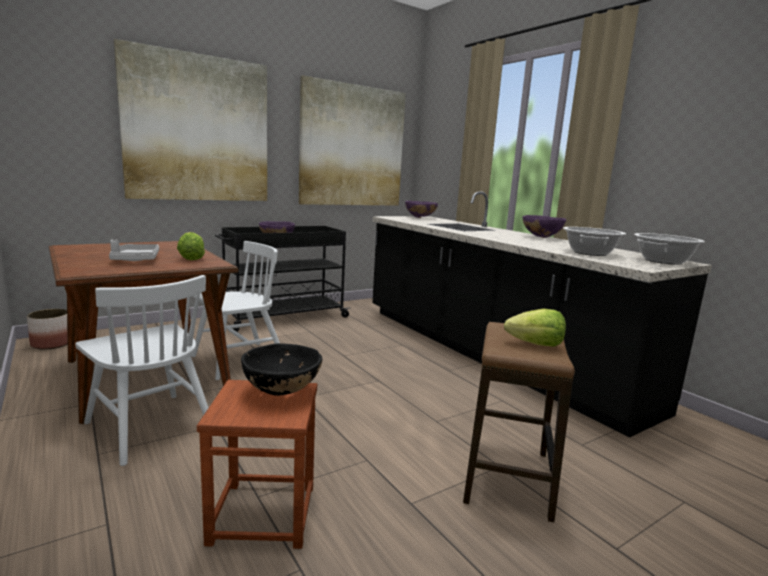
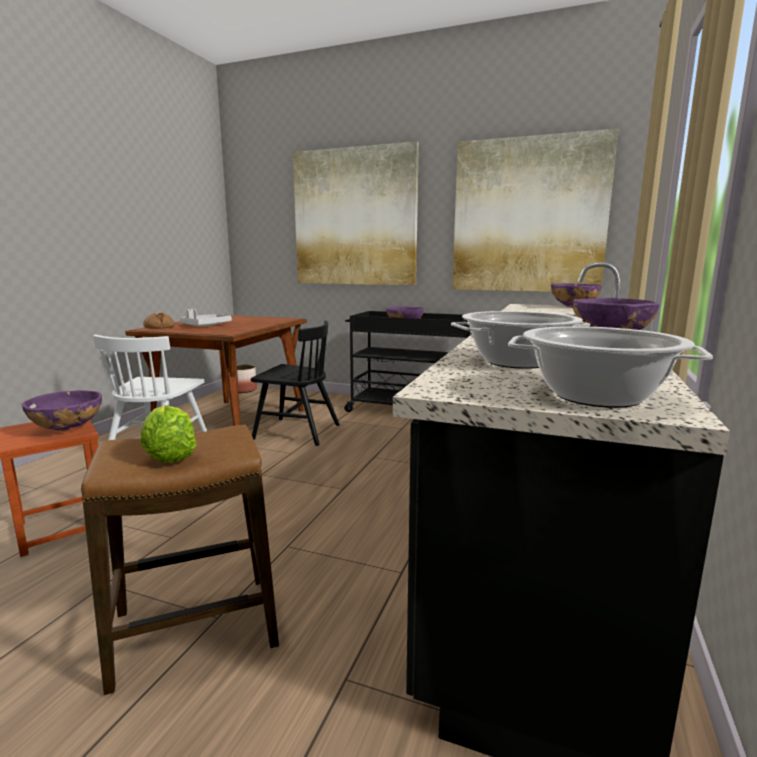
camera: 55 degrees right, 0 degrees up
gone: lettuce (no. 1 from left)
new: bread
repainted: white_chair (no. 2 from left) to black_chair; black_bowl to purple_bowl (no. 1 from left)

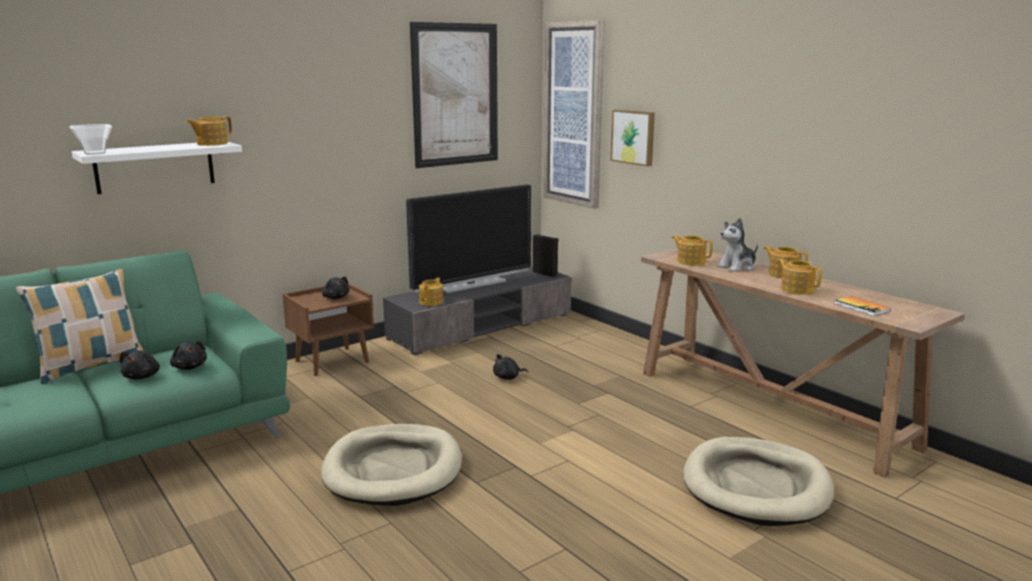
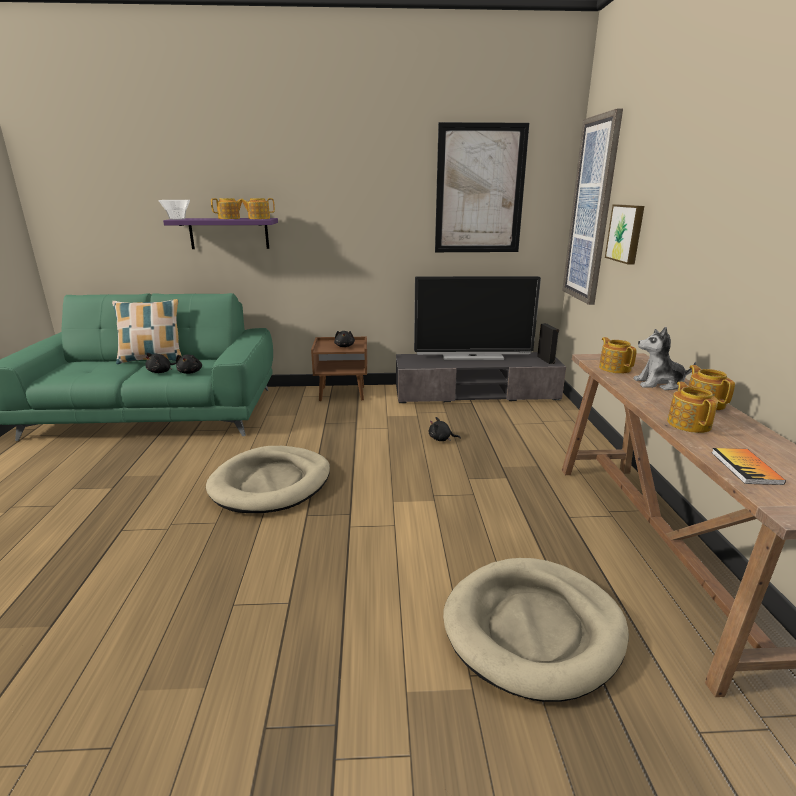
camera: 35 degrees right, 5 degrees up
shifted: teapot (no. 2 from left in the first image) to teapot (no. 1 from left)
repainted: white_shelf to purple_shelf

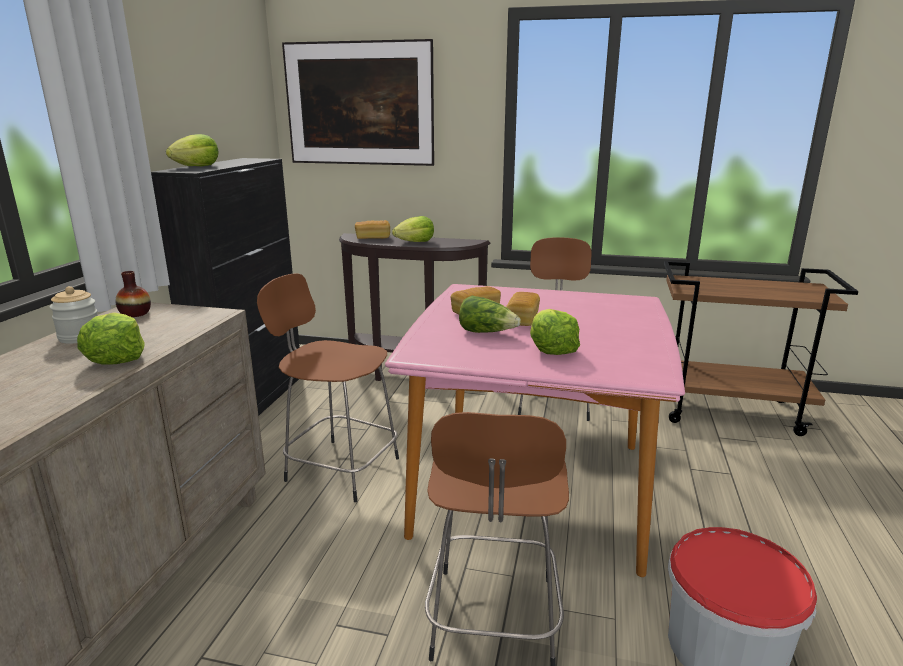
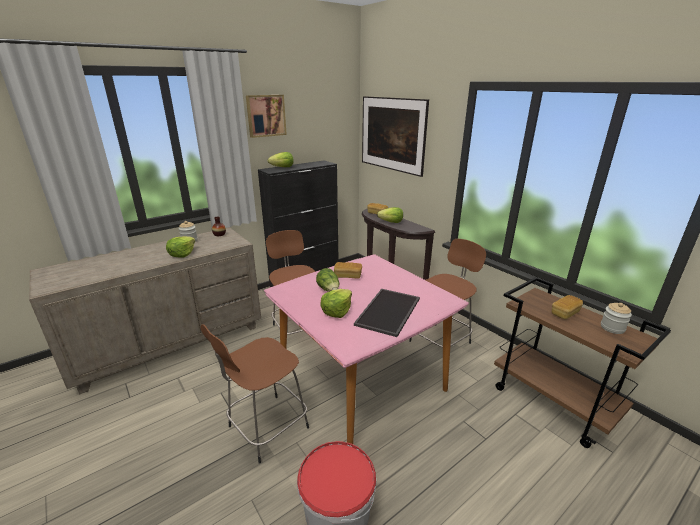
camera: 40 degrees right, 5 degrees up
new: picture (no. 1 from left); tray; jar (no. 2 from left)
shifted: bread (no. 3 from left)

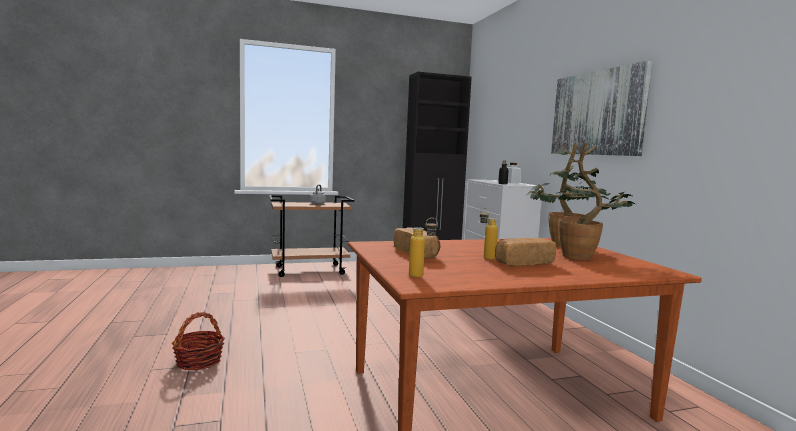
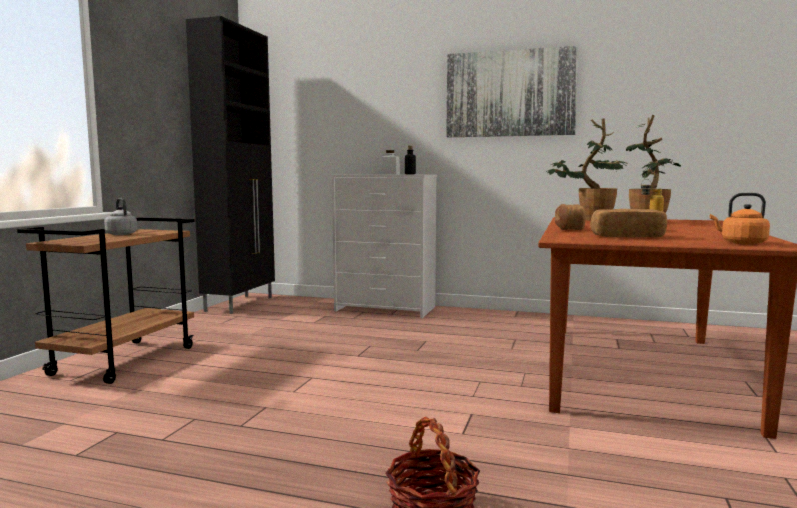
camera: 55 degrees left, 0 degrees up
shifted: bread (no. 2 from left in the first image) to bread (no. 1 from left)
swapped: bottle (no. 1 from left) to orange_kettle

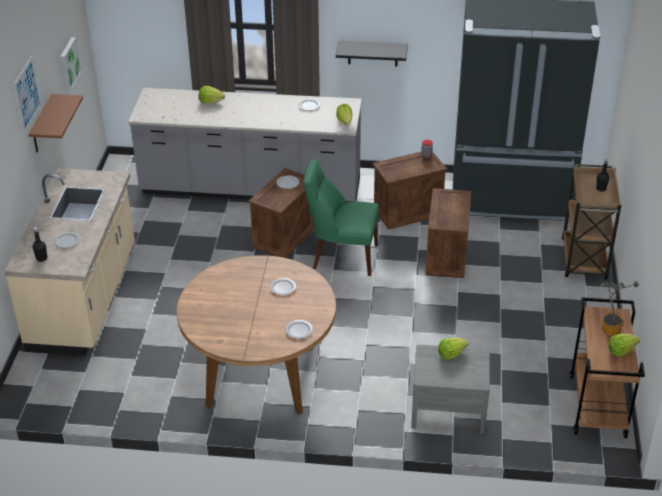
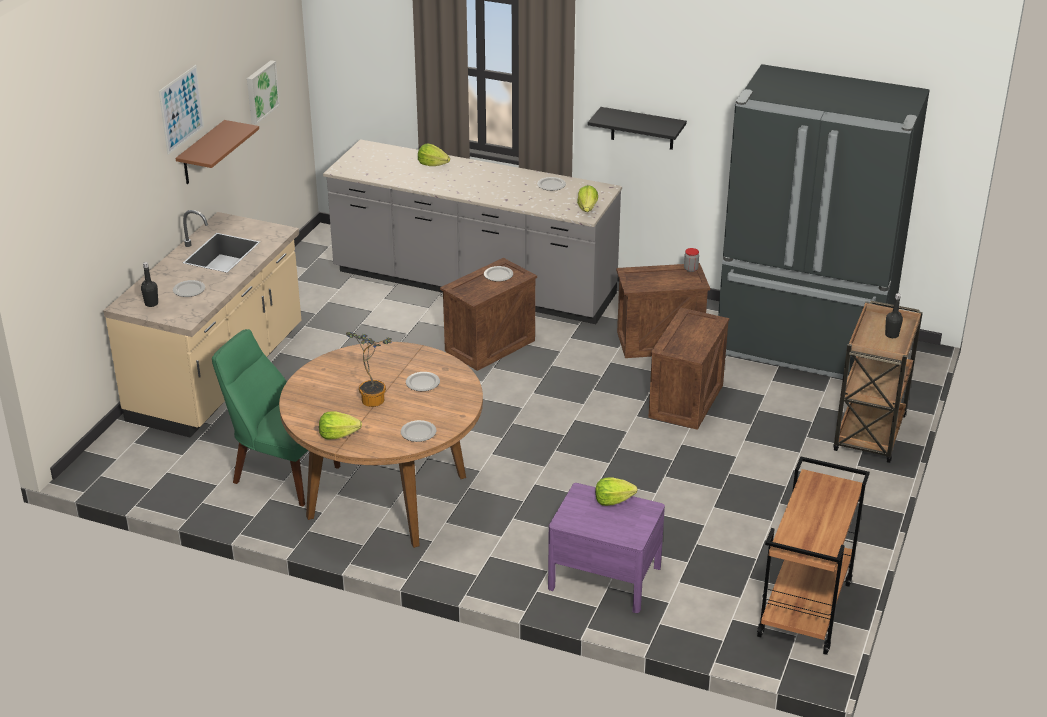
camera: 15 degrees right, 5 degrees down
shifted: green_chair; potted_plant; lettuce (no. 4 from left in the first image) to lettuce (no. 1 from left)
repainted: grey_nightstand to purple_nightstand

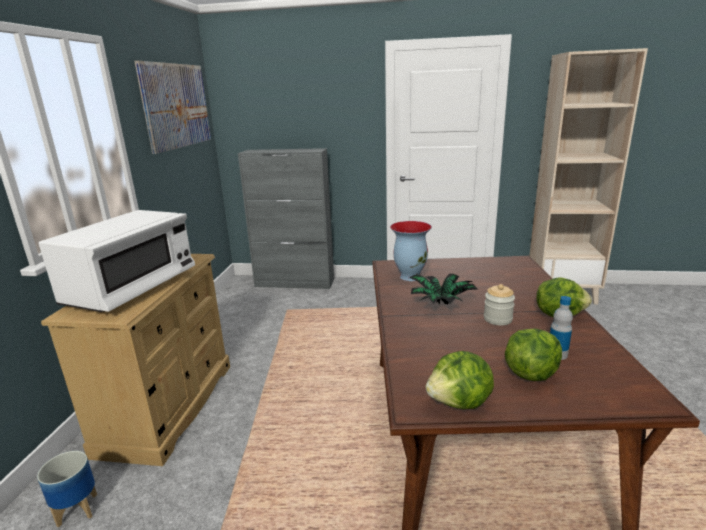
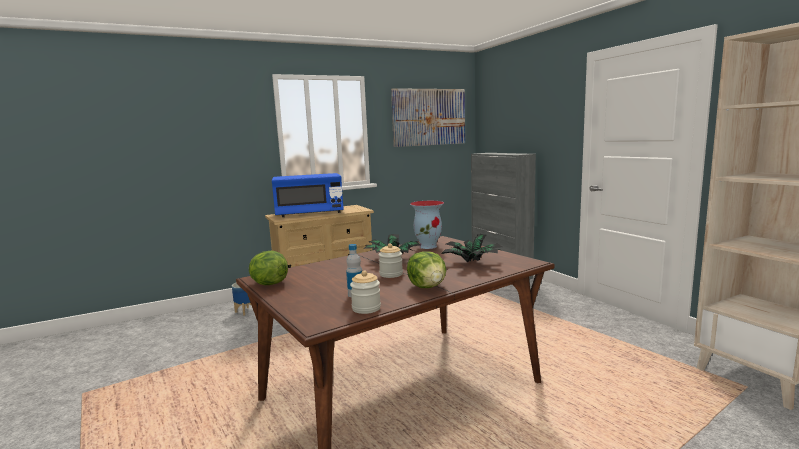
camera: 55 degrees right, 10 degrees down
gone: lettuce (no. 2 from left)
new: jar (no. 1 from left); potted_plant (no. 2 from left)
repainted: white_microwave to blue_microwave

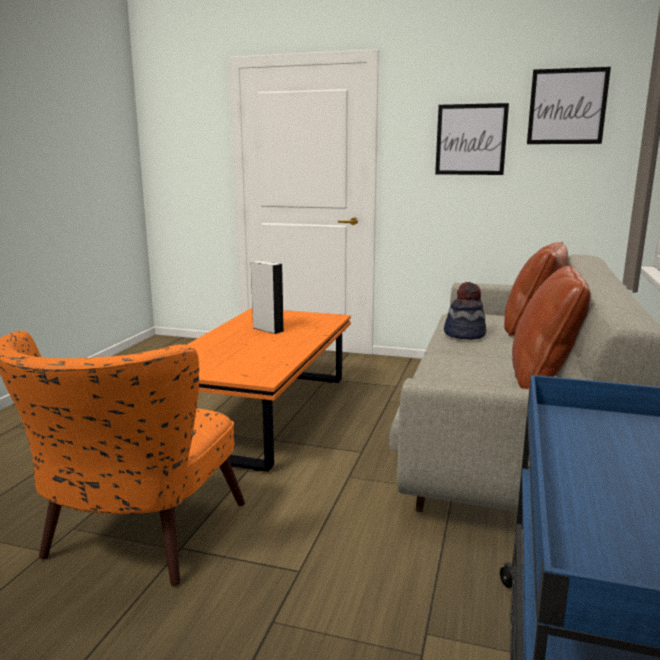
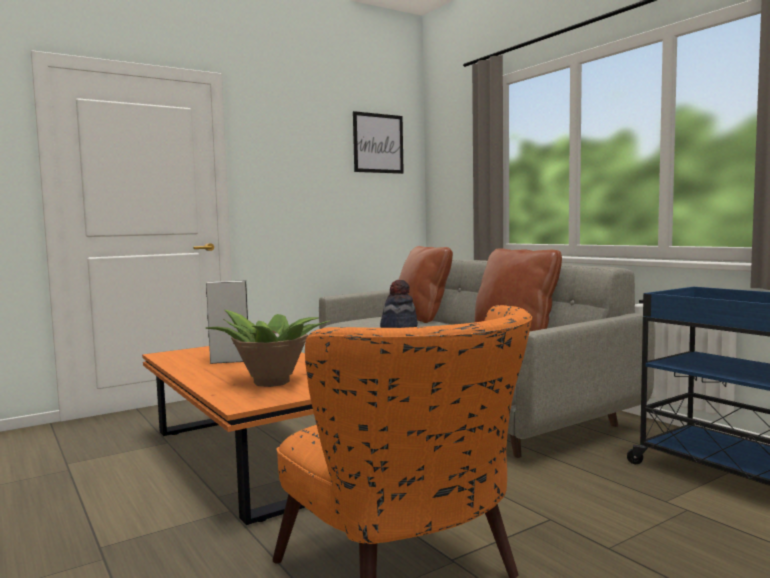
camera: 50 degrees left, 10 degrees down
gone: picture (no. 1 from left)
new: potted_plant

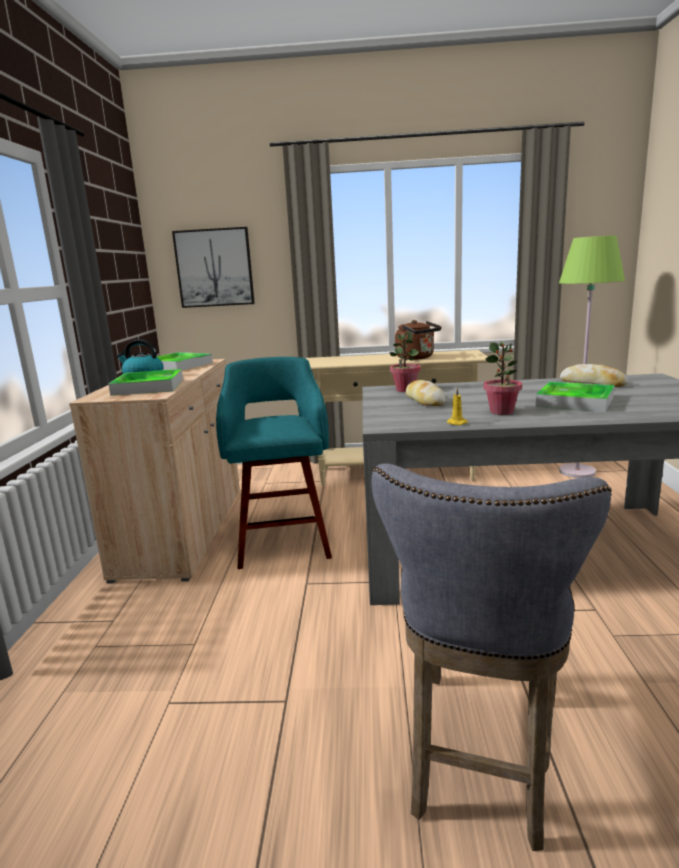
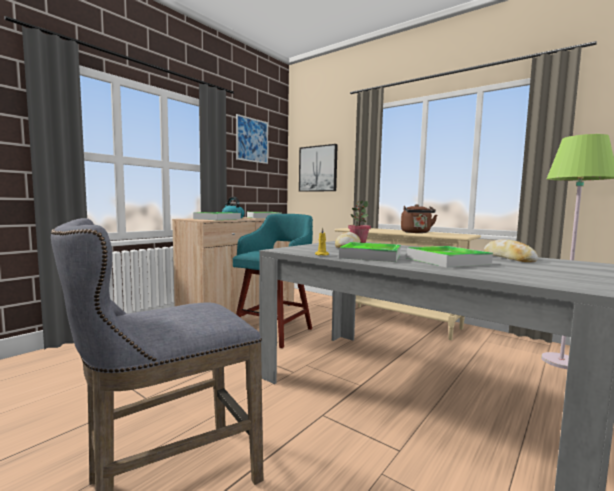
camera: 35 degrees right, 10 degrees down
new: picture (no. 1 from left)
swapped: potted_plant (no. 2 from left) to tray (no. 3 from left)

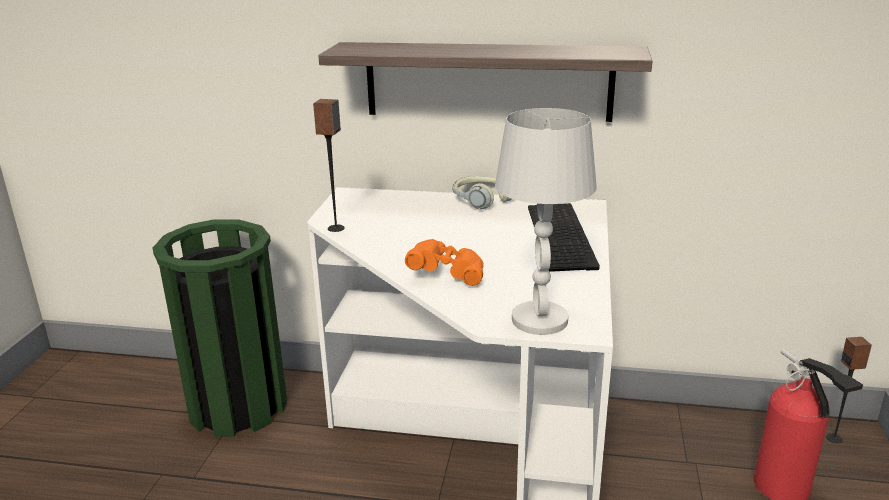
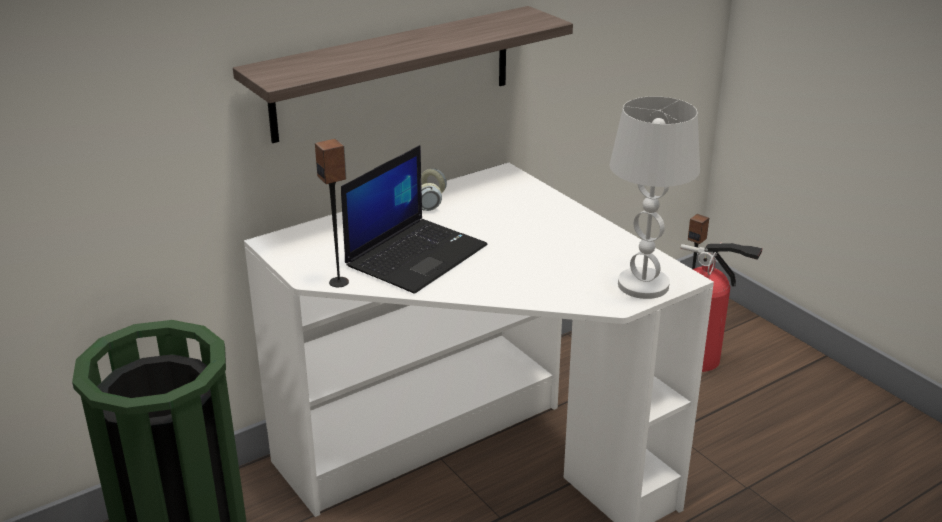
camera: 45 degrees left, 5 degrees up
gone: orange_binoculars; keyboard
new: laptop

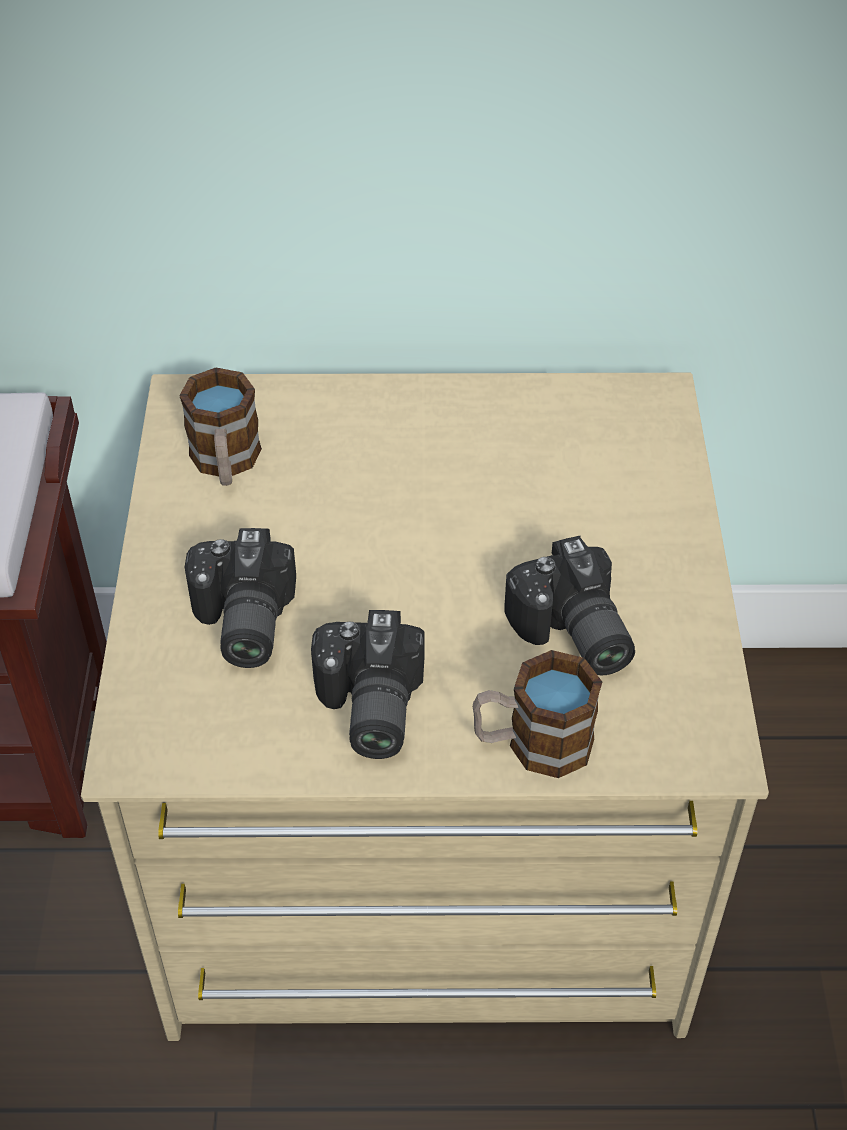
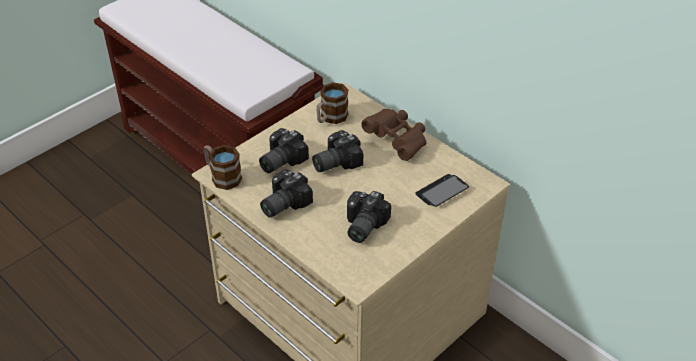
camera: 45 degrees right, 5 degrees down
new: photo_camera (no. 3 from left); brown_binoculars; phone
shifted: mug (no. 2 from left in the first image) to mug (no. 1 from left)

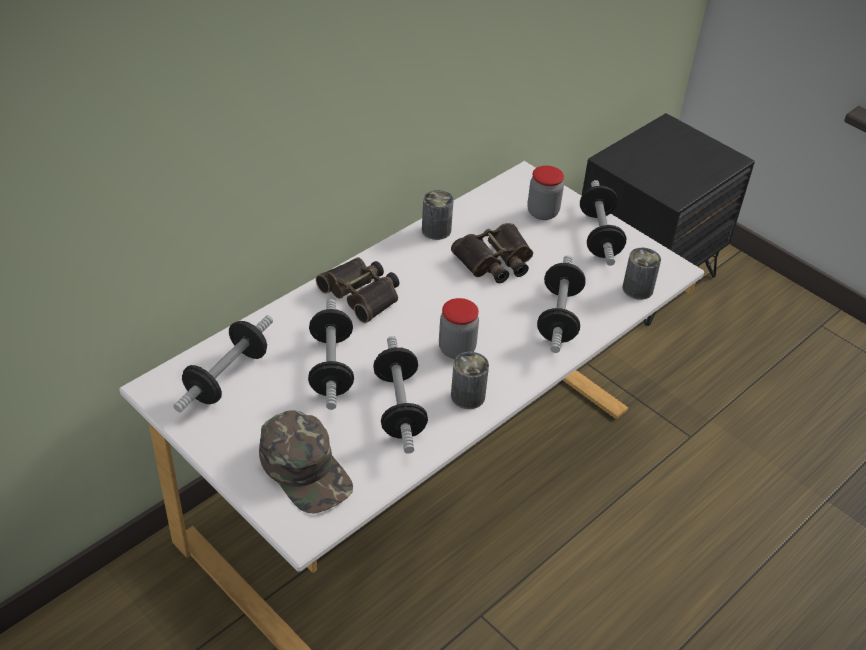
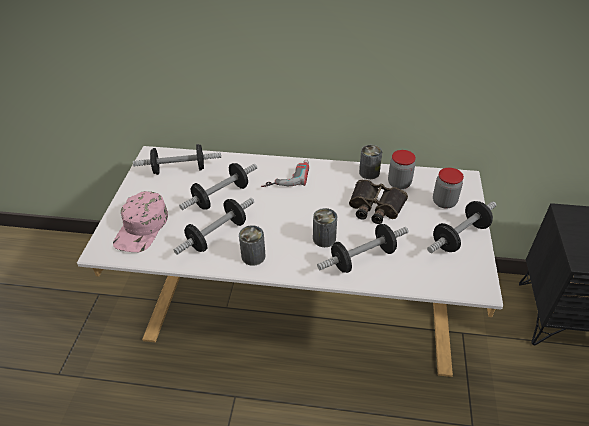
camera: 55 degrees right, 0 degrees up
shifted: jar (no. 1 from left); can (no. 3 from left in the first image) to can (no. 2 from left)
swapped: binoculars (no. 1 from left) to power_drill
repainted: green_cap to pink_cap

